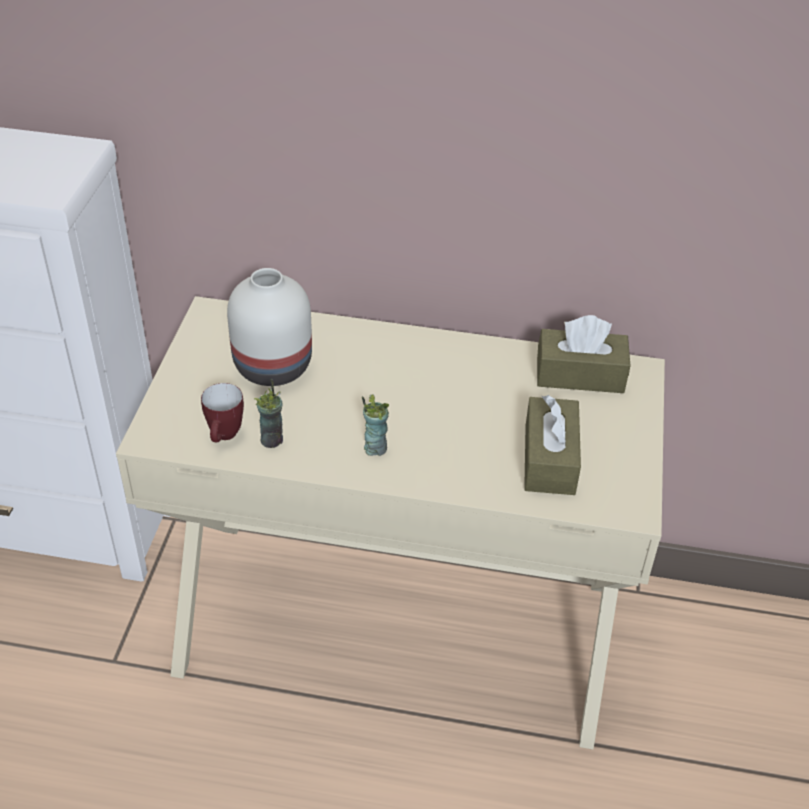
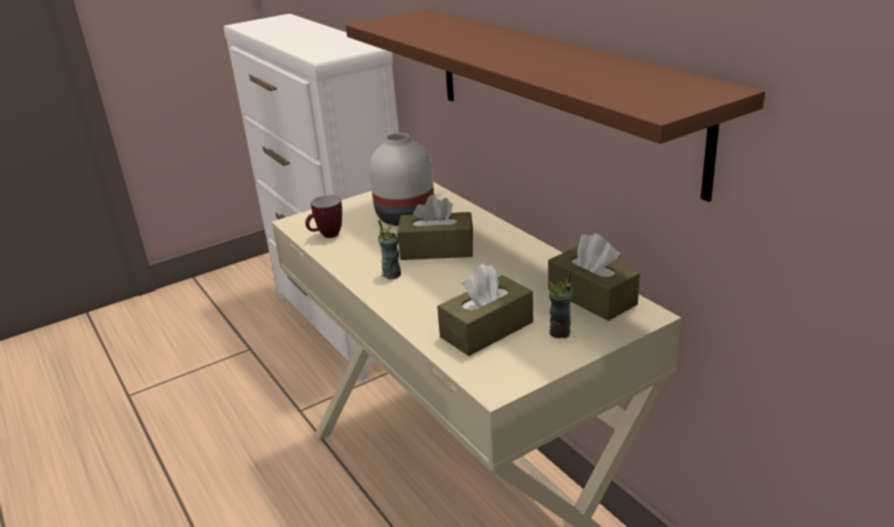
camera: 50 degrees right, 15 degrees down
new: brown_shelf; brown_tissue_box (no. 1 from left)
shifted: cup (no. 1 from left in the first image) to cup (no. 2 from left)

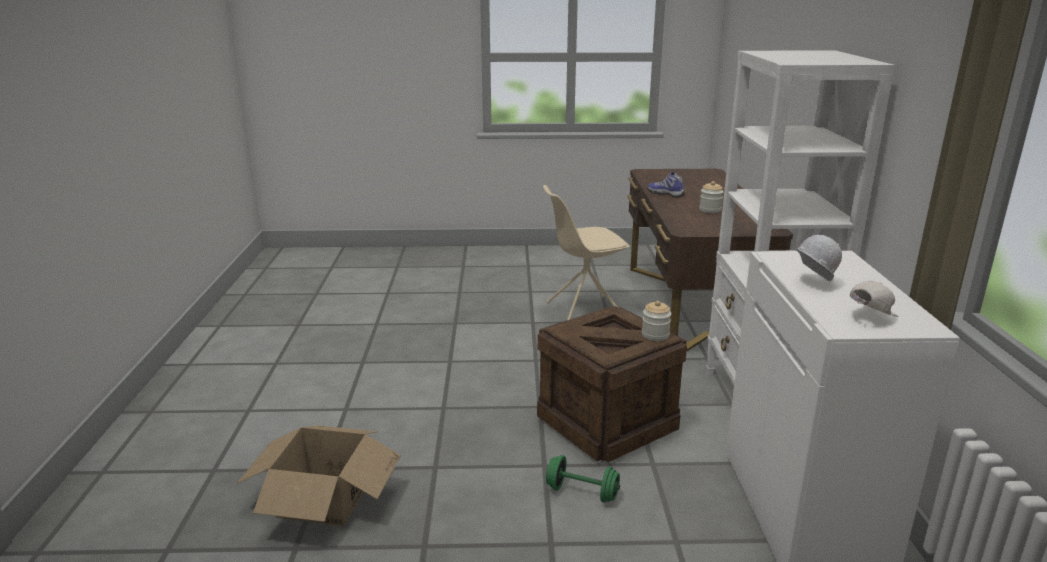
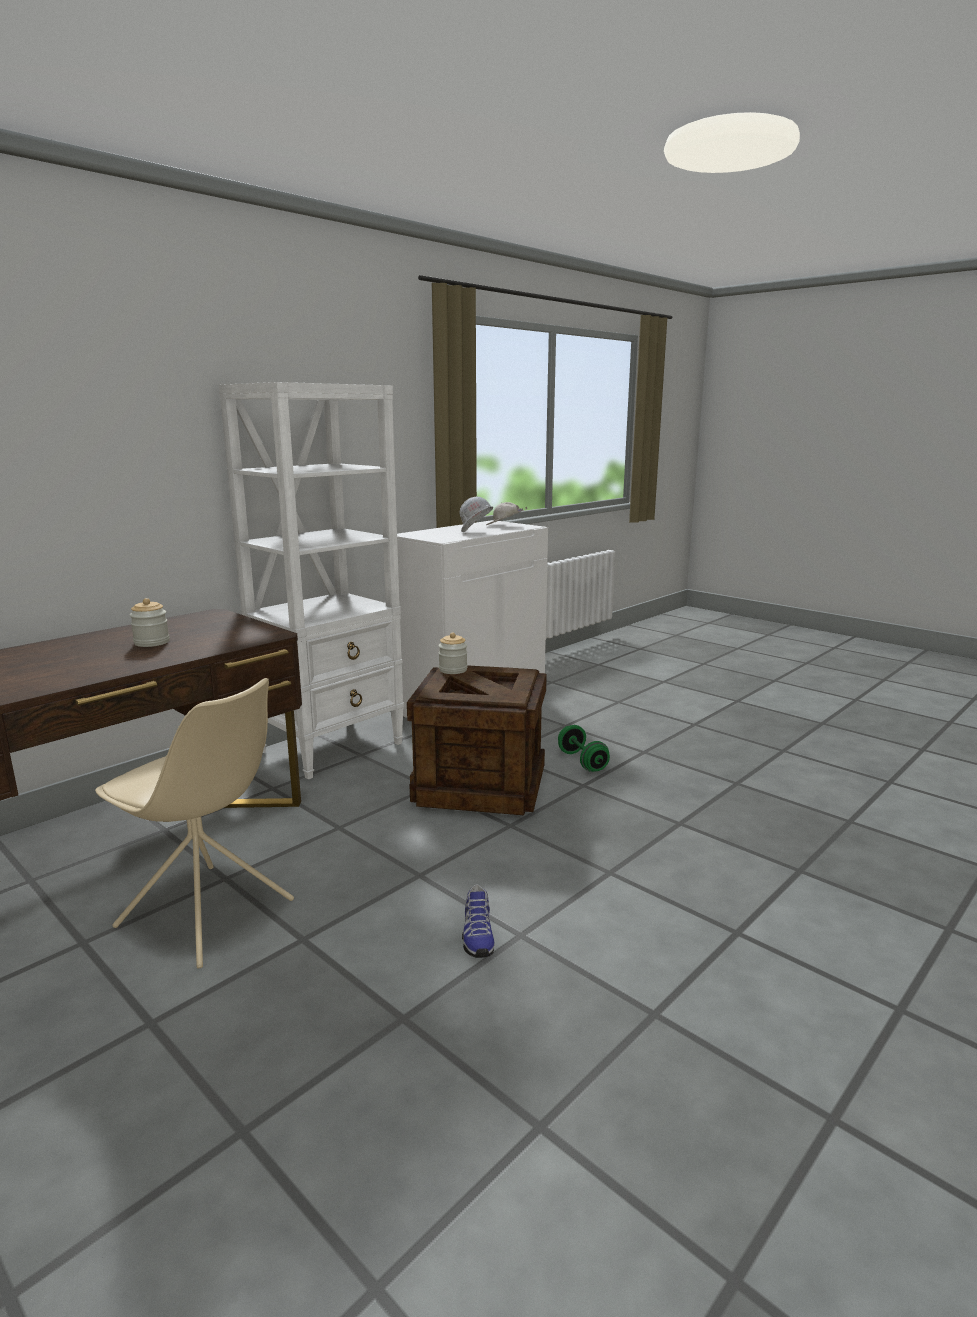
camera: 135 degrees left, 5 degrees down
gone: cardboard_box
shifted: shoe

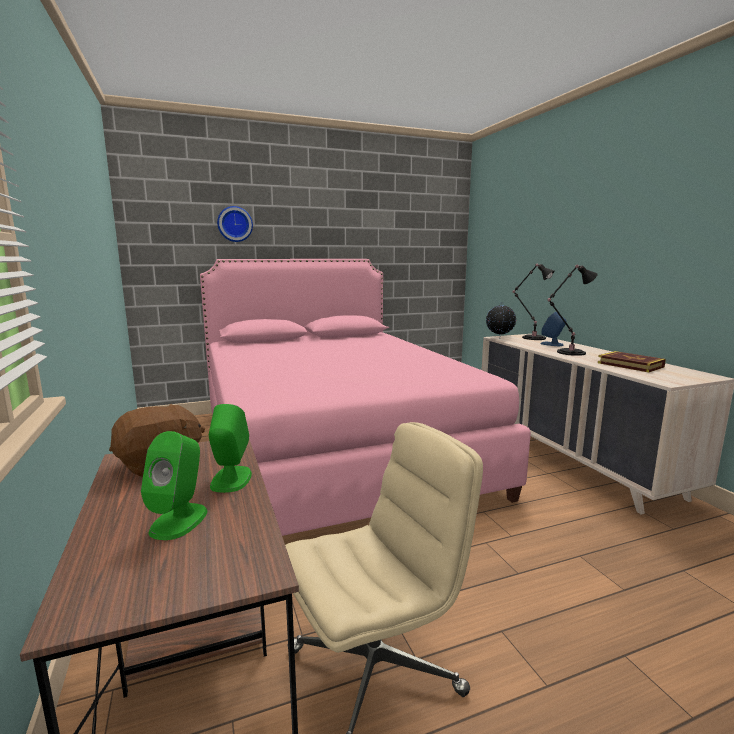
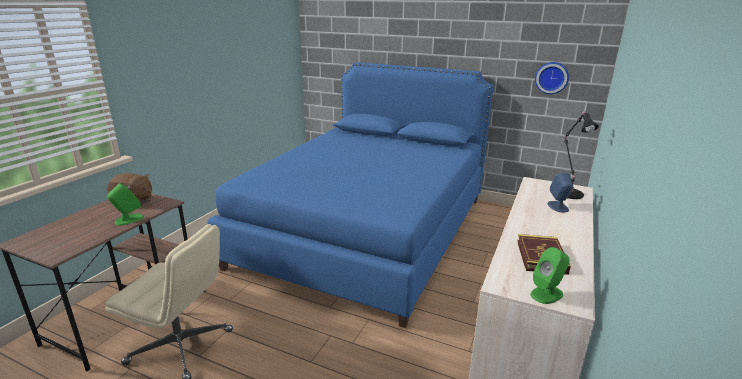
camera: 45 degrees right, 10 degrees up
gone: globe; black_table_lamp (no. 2 from left)
shifted: green_speaker (no. 1 from left in the first image) to green_speaker (no. 2 from left); wall_clock
repainted: pink_bed to blue_bed

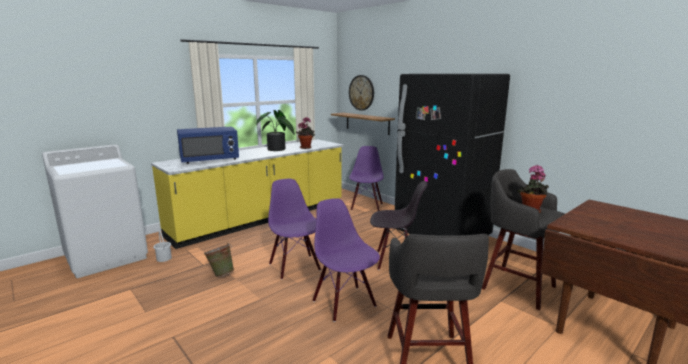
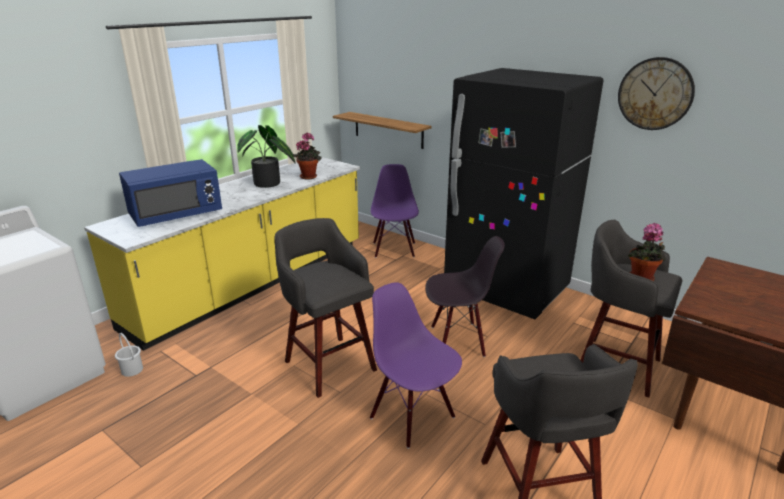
camera: 10 degrees left, 10 degrees up
gone: green_bucket
shifted: wall_clock
swapped: purple_chair (no. 1 from left) to grey_stool (no. 1 from left)

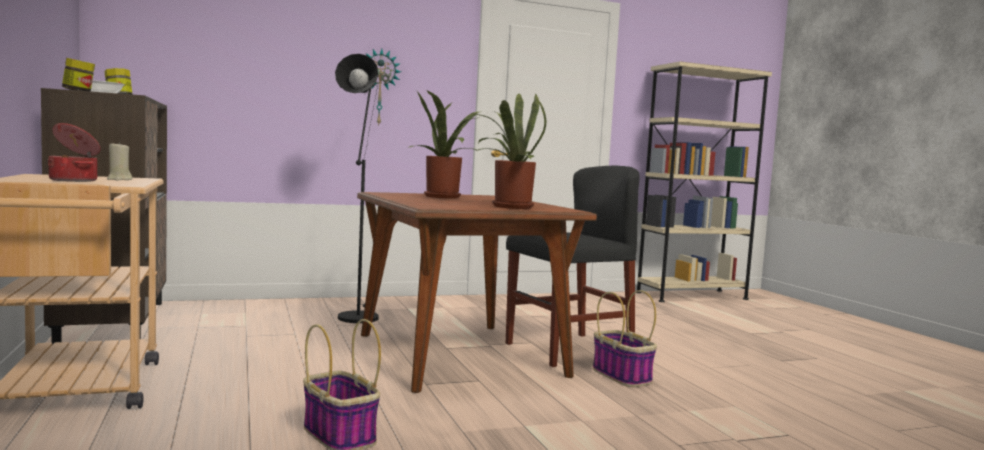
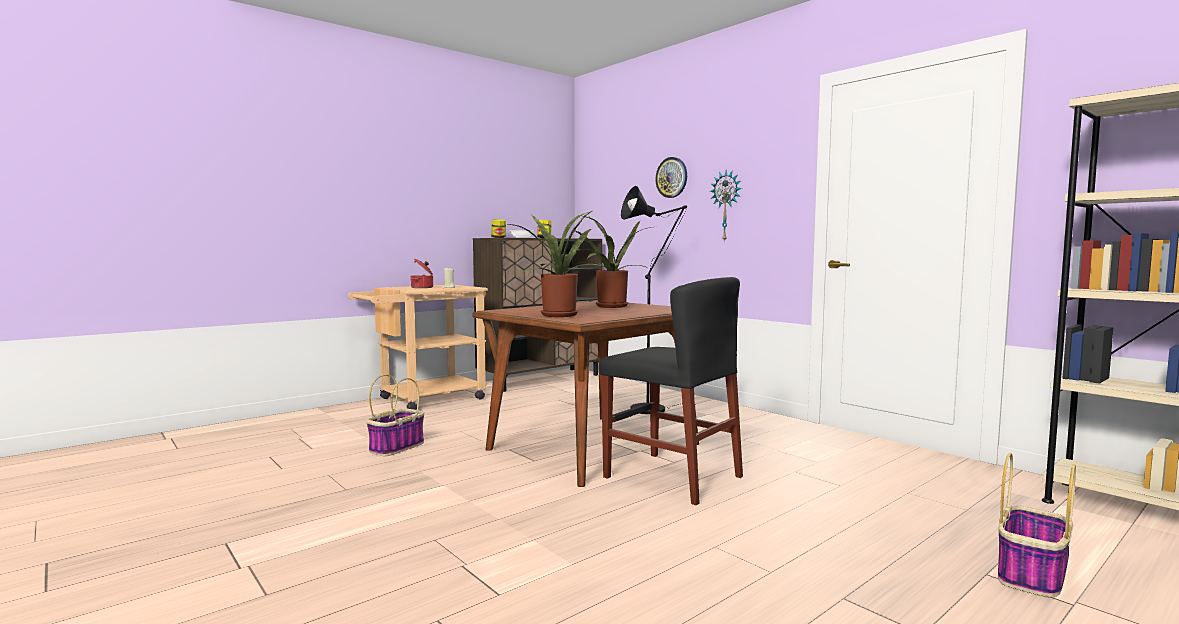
camera: 70 degrees right, 0 degrees up
new: wall_clock (no. 1 from left)
shifted: basket (no. 2 from left)

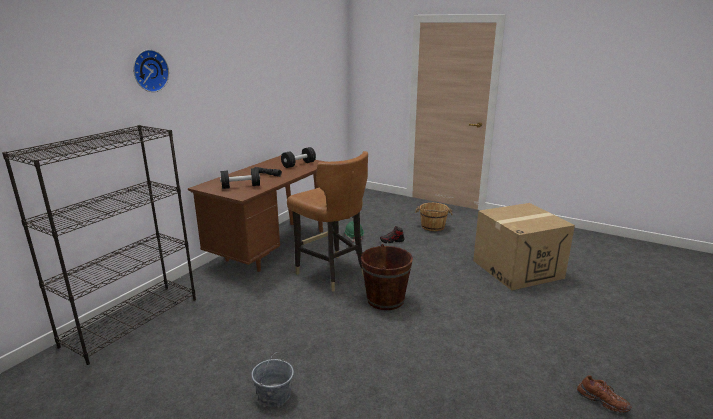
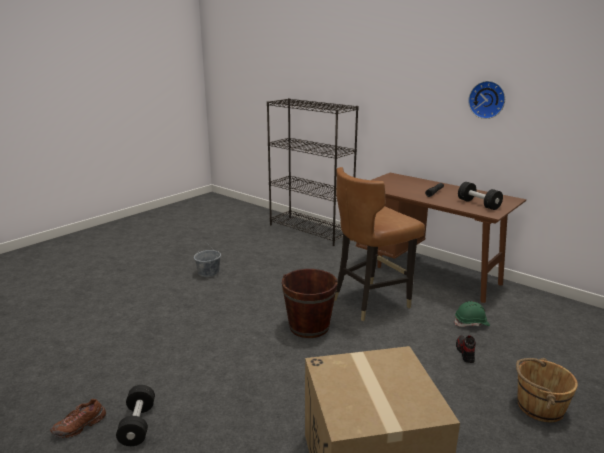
camera: 100 degrees right, 0 degrees up
shifted: wall_clock; black_dumbbell (no. 1 from left)

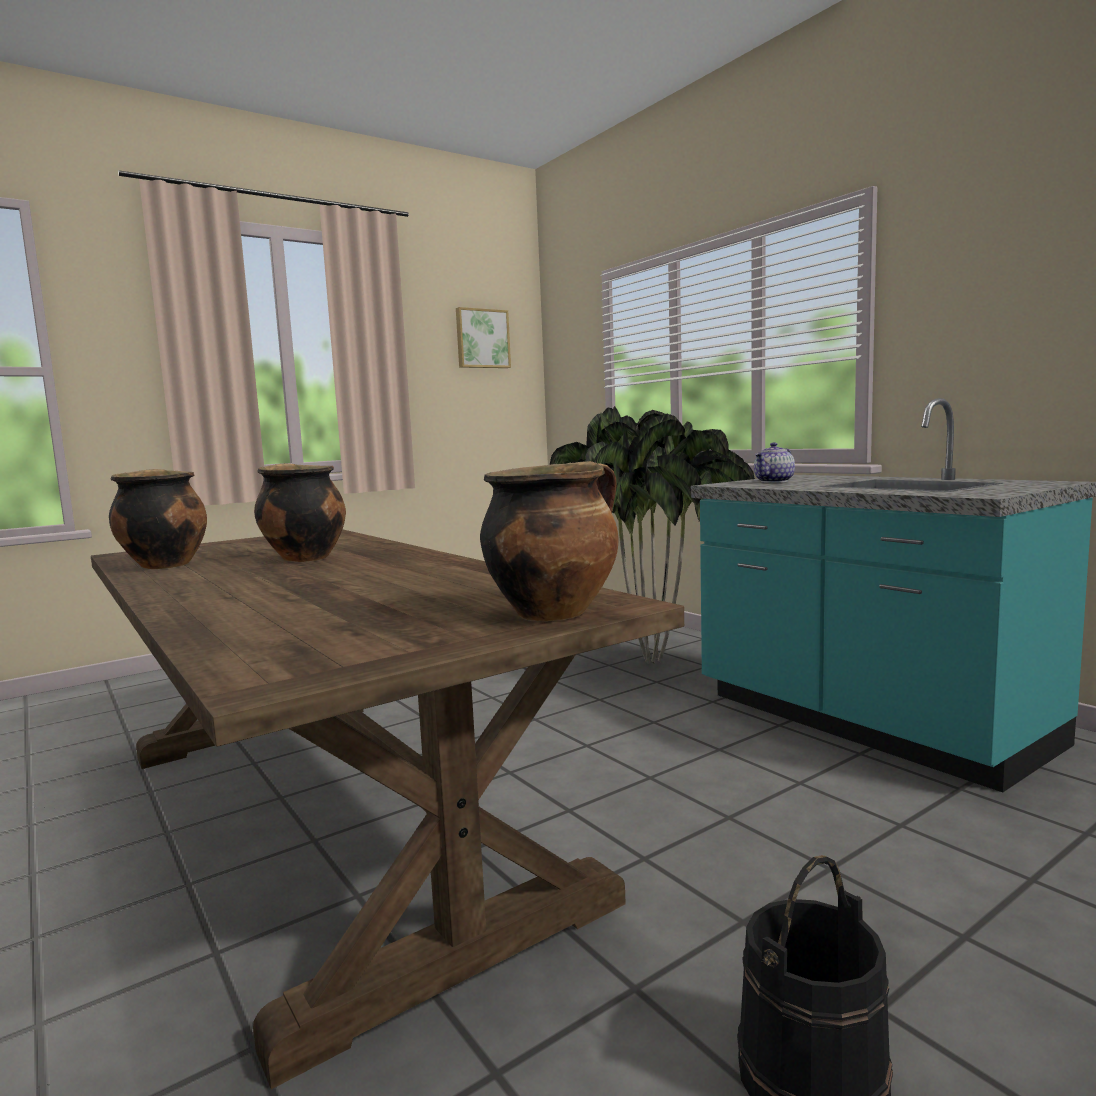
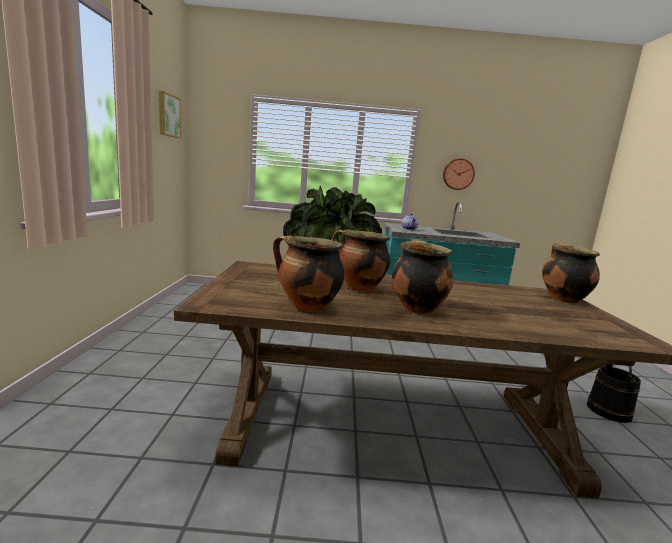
camera: 55 degrees left, 5 degrees up
new: cooking_pot (no. 3 from left); wall_clock

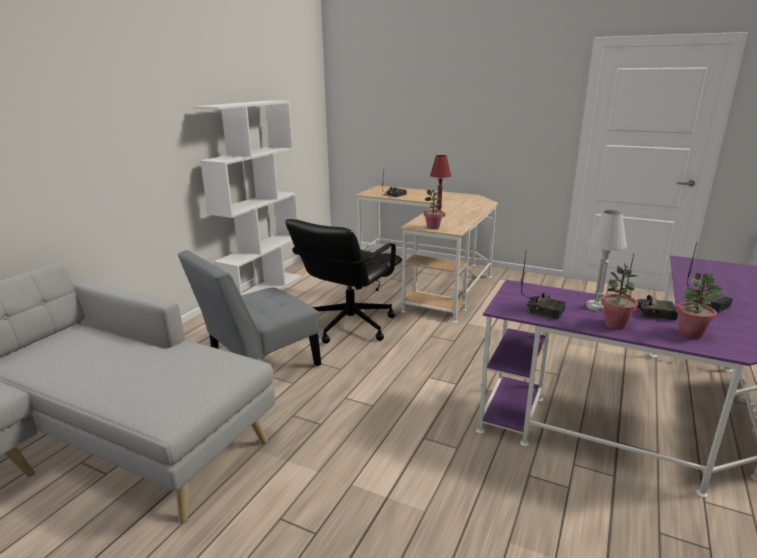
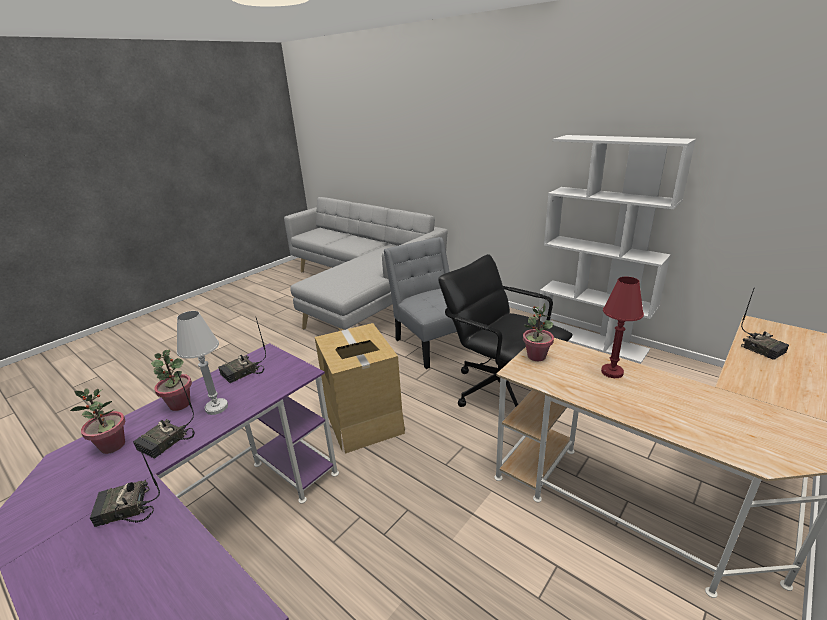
camera: 105 degrees right, 5 degrees up
new: cardboard_box

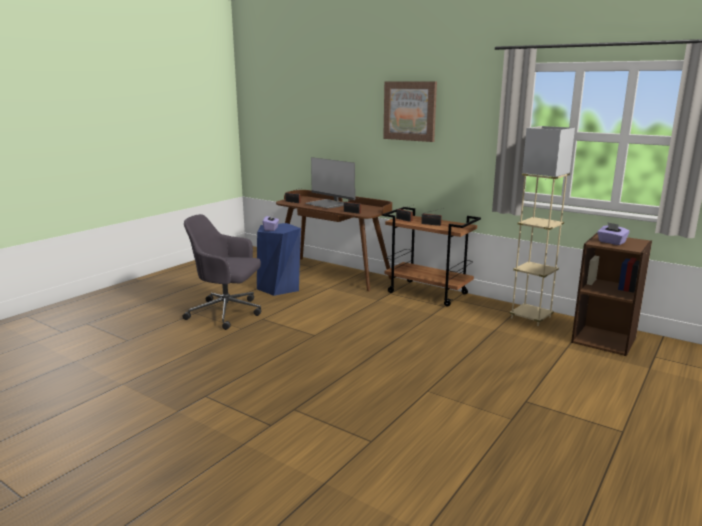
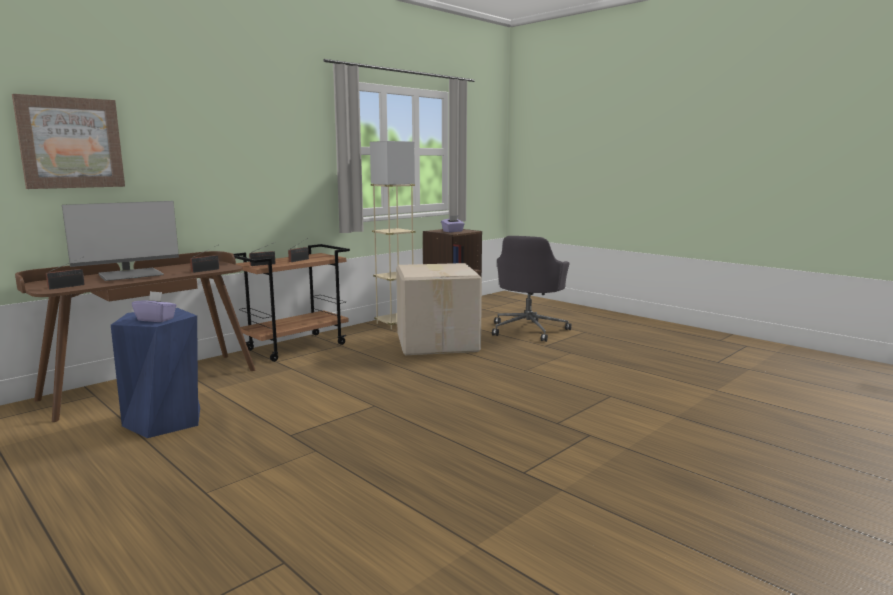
camera: 80 degrees left, 5 degrees down
new: cardboard_box
shifted: grey_office_chair; picture

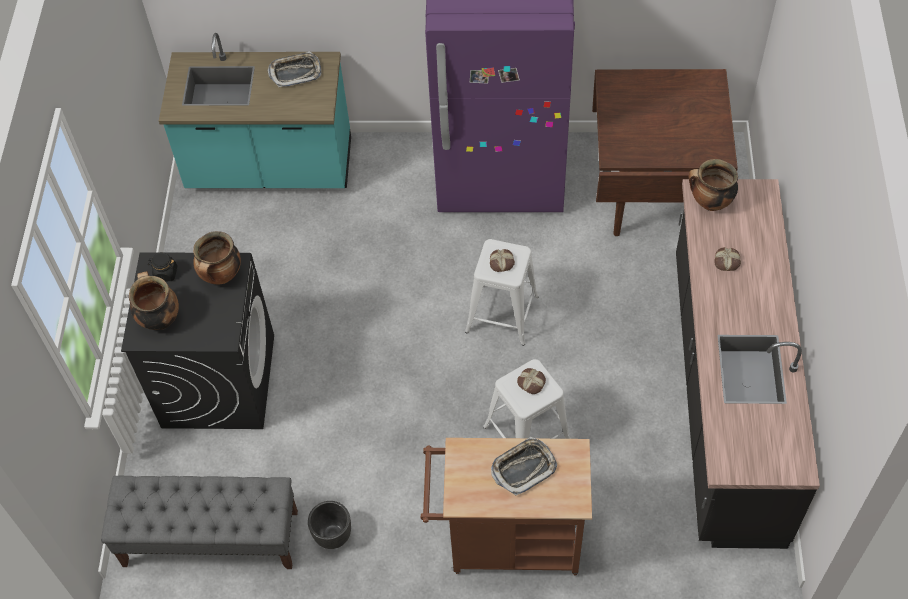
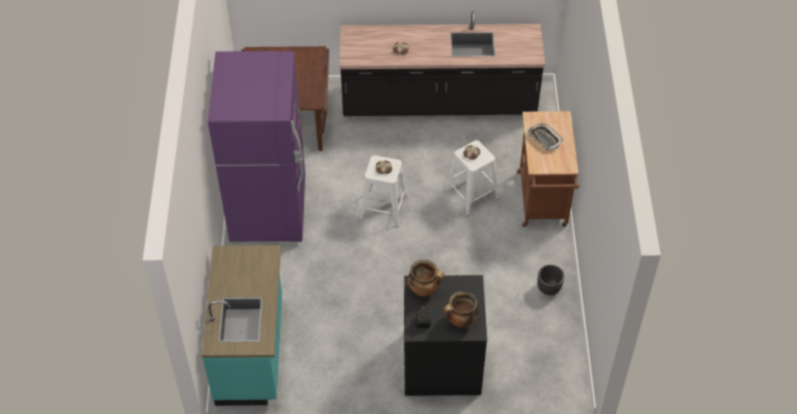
camera: 95 degrees left, 5 degrees down
gone: grey_bench; tray (no. 1 from left); cooking_pot (no. 3 from left)

